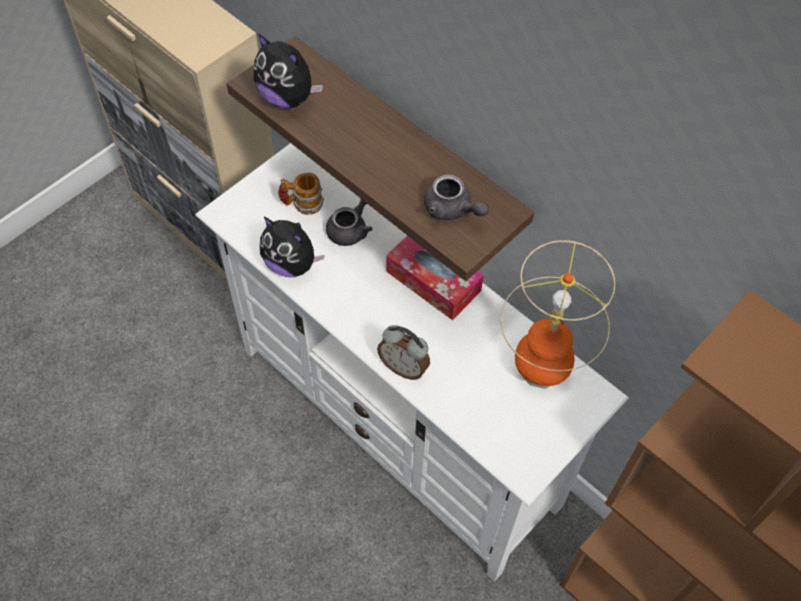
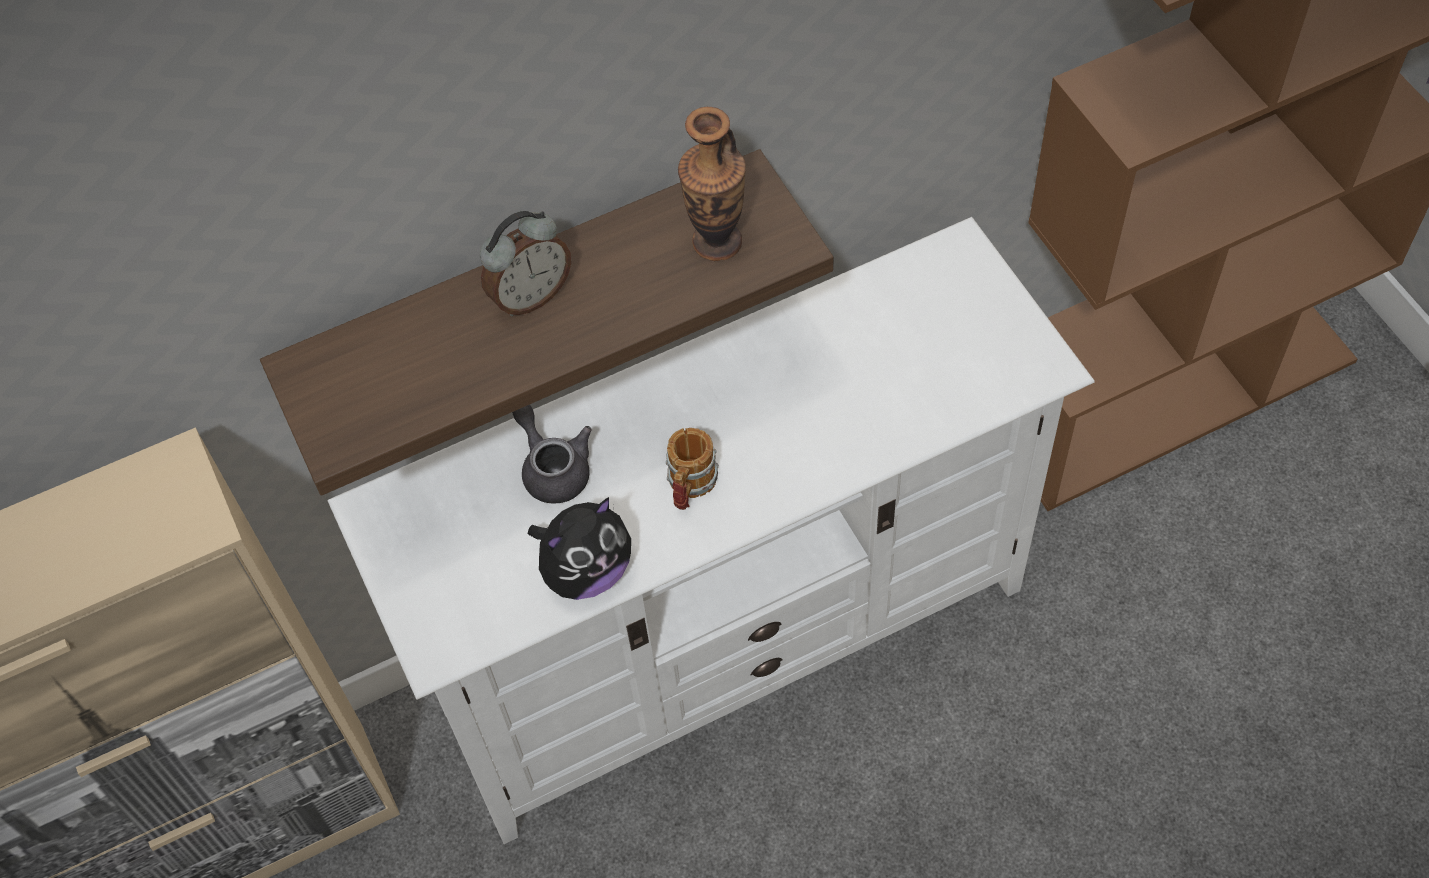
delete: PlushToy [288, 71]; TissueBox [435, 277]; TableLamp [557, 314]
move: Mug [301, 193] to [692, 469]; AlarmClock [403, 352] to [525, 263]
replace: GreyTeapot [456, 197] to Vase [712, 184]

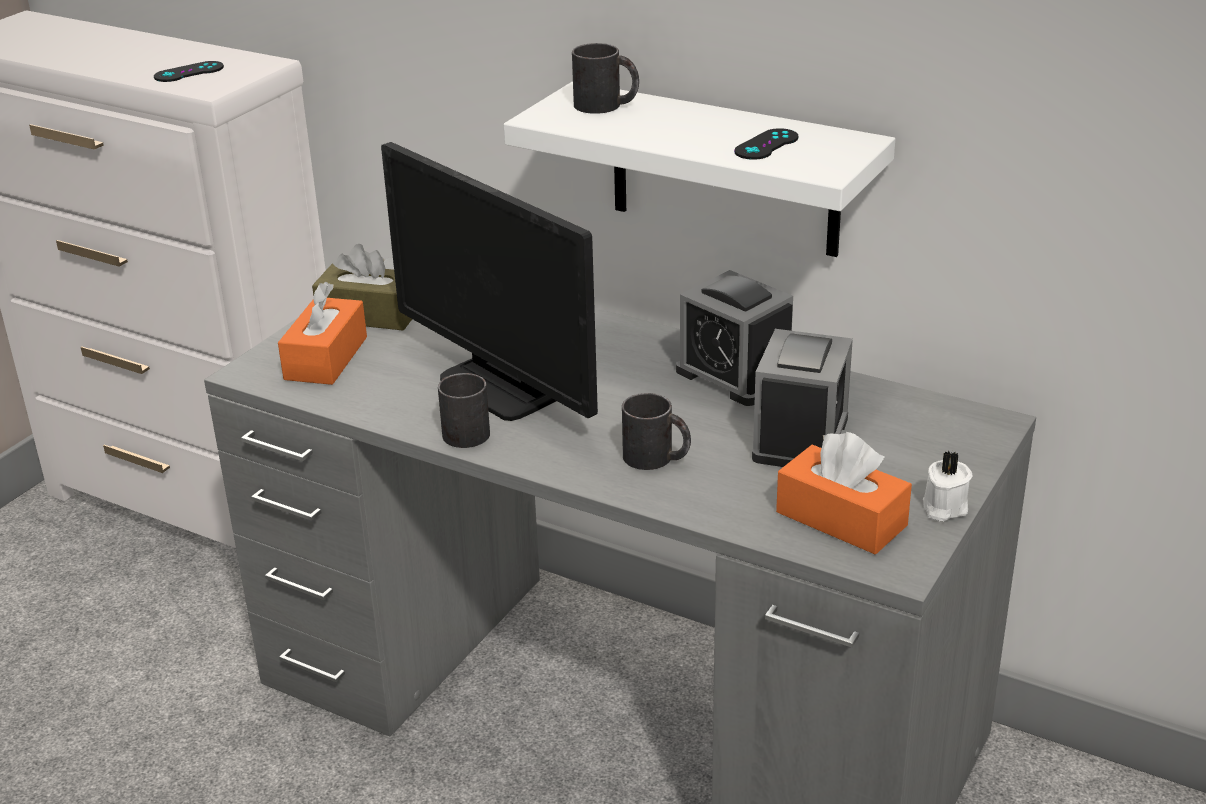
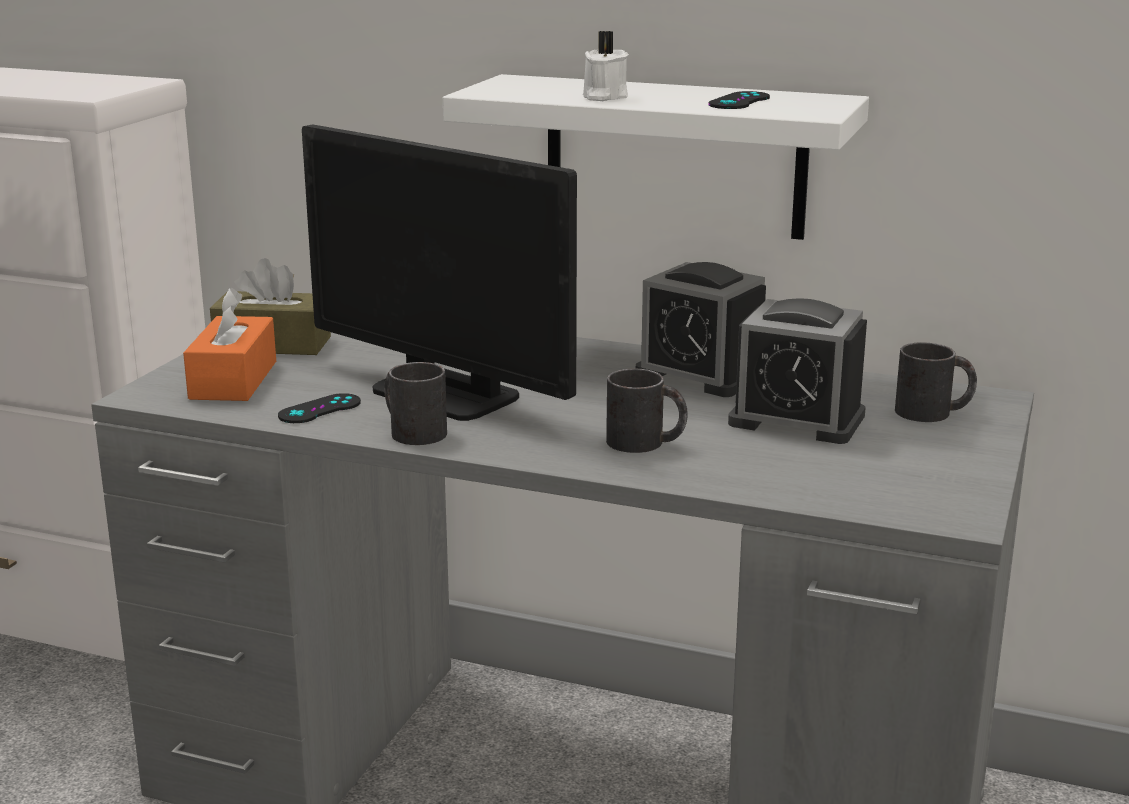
delete: OrangeTissueBox [844, 493]
move: BlackGameController [189, 71] to [319, 408]; BlackMug [605, 78] to [936, 382]; WhiteCandle [947, 486] to [606, 66]
rotate: AlarmClock [802, 398] = [797, 371] 105 degrees clockwise

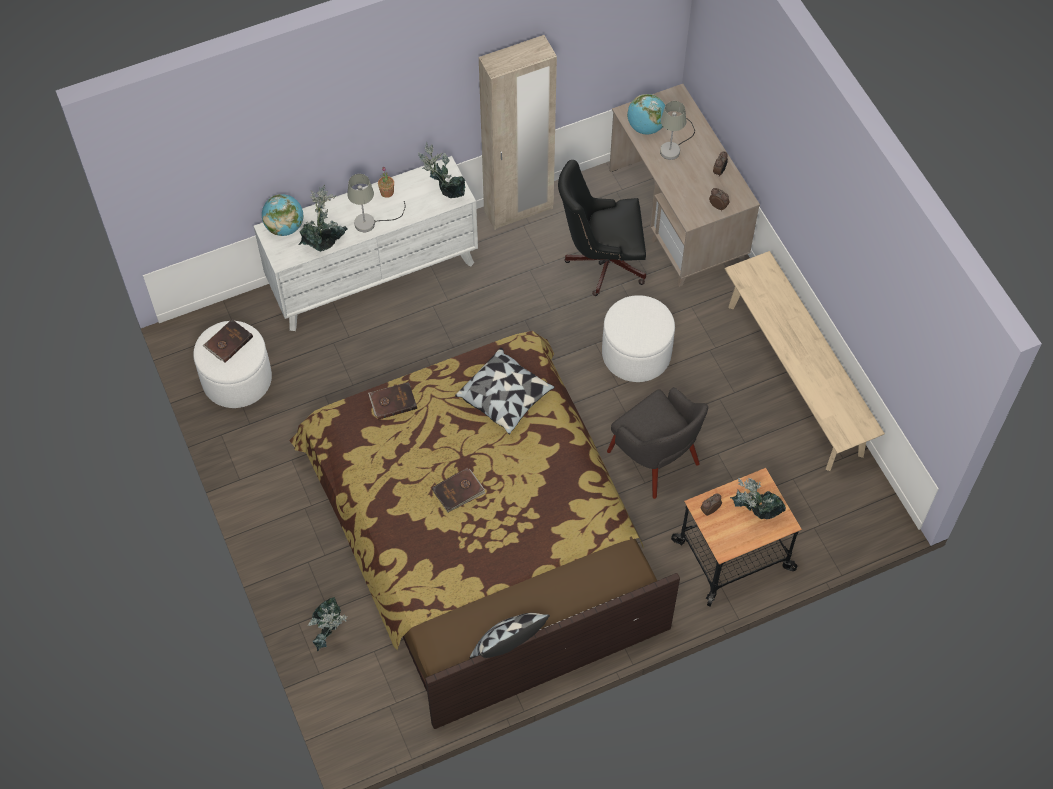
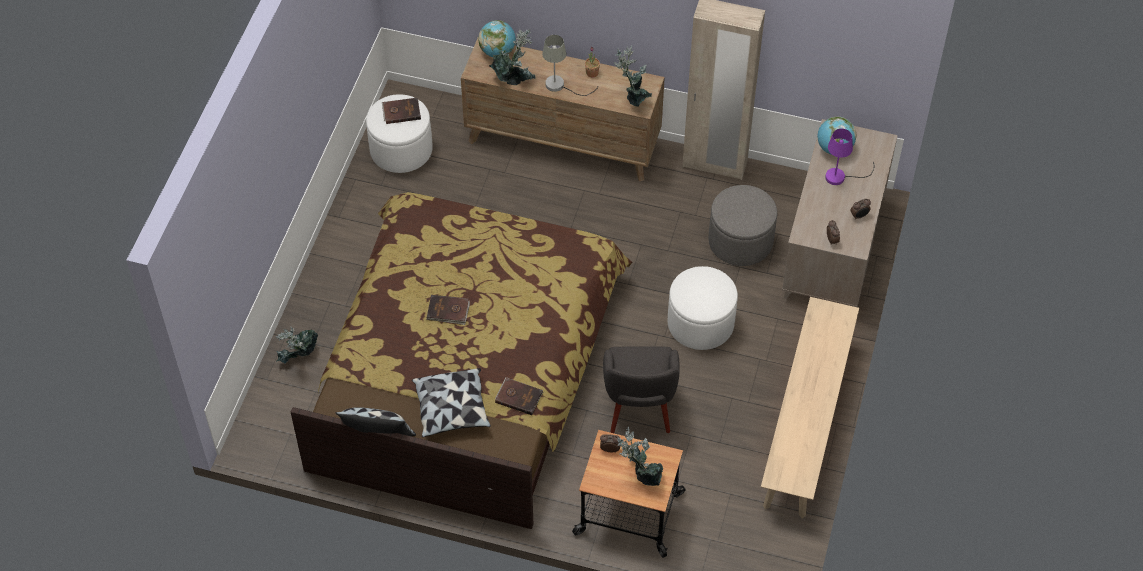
move: BrownBook [392, 401] to [519, 396]; Pillow [505, 391] to [451, 402]
replace: BlackOfficeChair [602, 228] to GreyOttoman [742, 225]
recolor: WhiteDresser [366, 243] to BrownDresser [563, 109]; GreyTableLamp [677, 130] to PurpleTableLamp [849, 157]

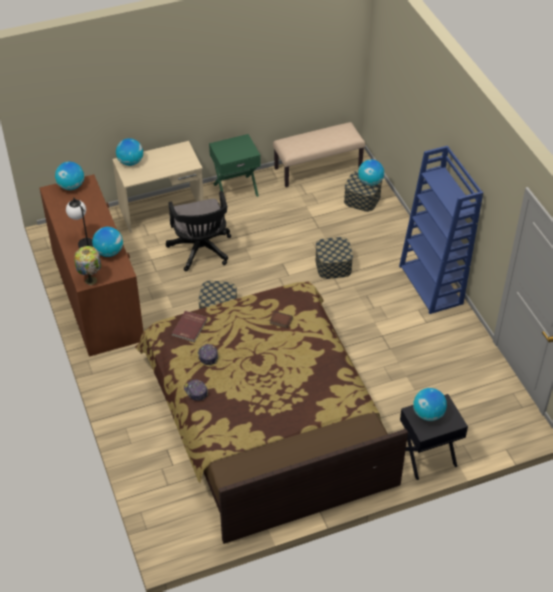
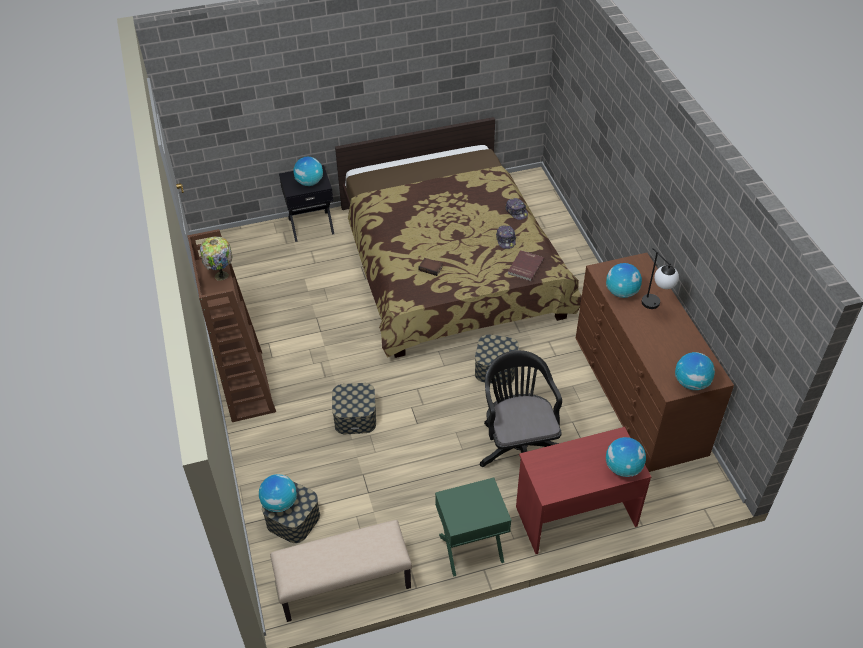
move: TableLamp [87, 265] to [216, 258]
recolor: BeigeDesk [158, 187] to RedDesk [583, 490]; BlueBookcase [441, 230] to BrownBookcase [231, 325]

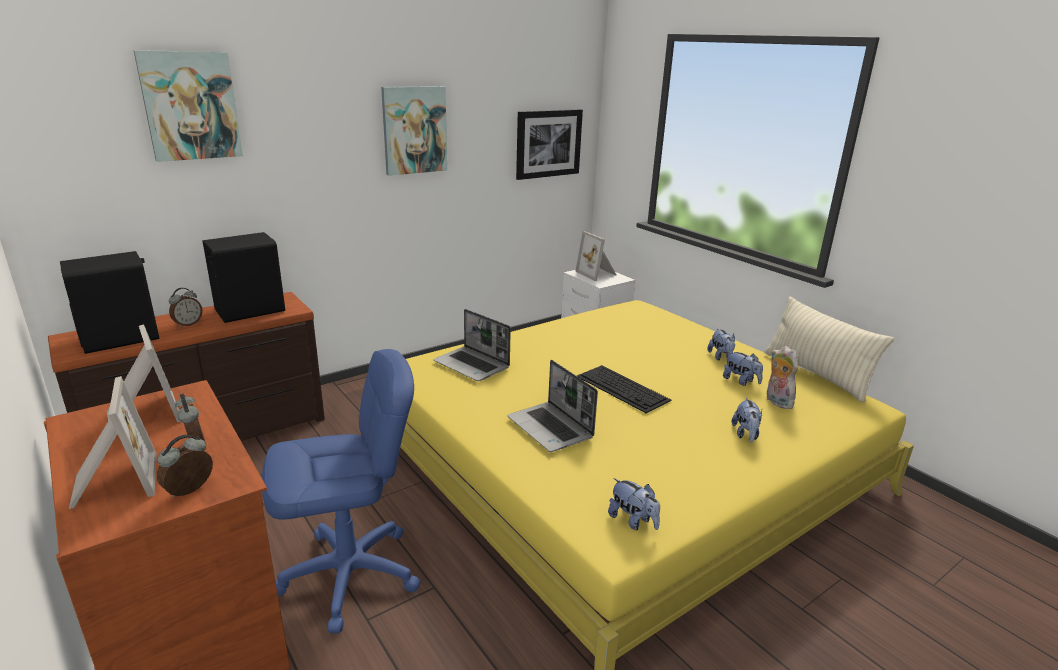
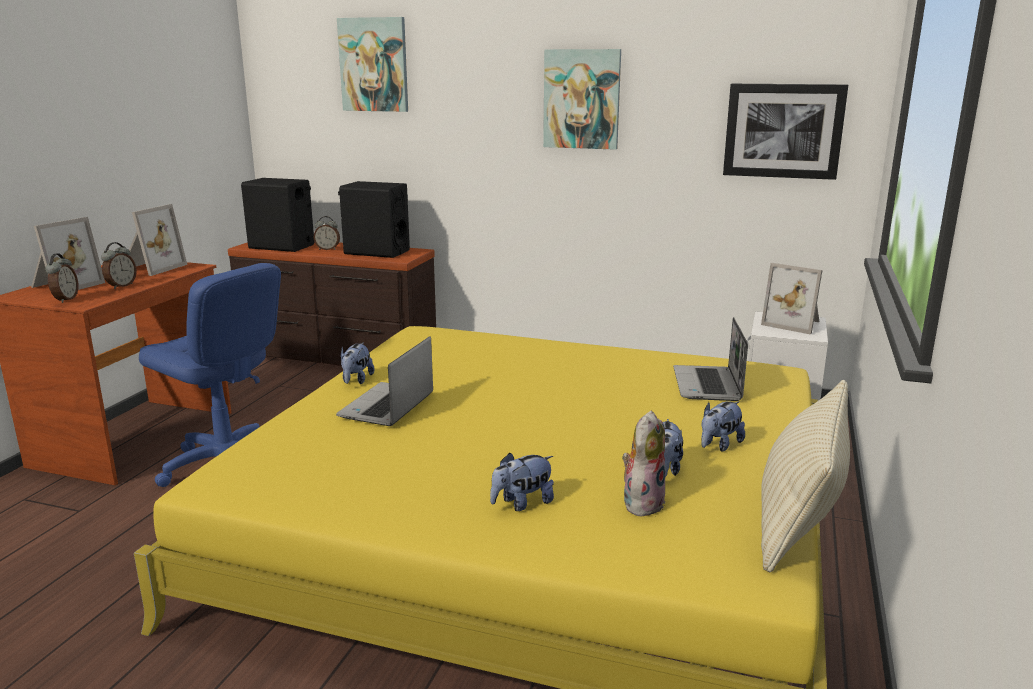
delete: Keyboard [624, 389]
move: Laptop [472, 345] to [710, 359]; PlushToy [634, 504] to [357, 363]
rotate: AlarmClock [185, 466] = [61, 278] 90 degrees clockwise; PictureFrame [596, 256] = [792, 299] 75 degrees counterclockwise

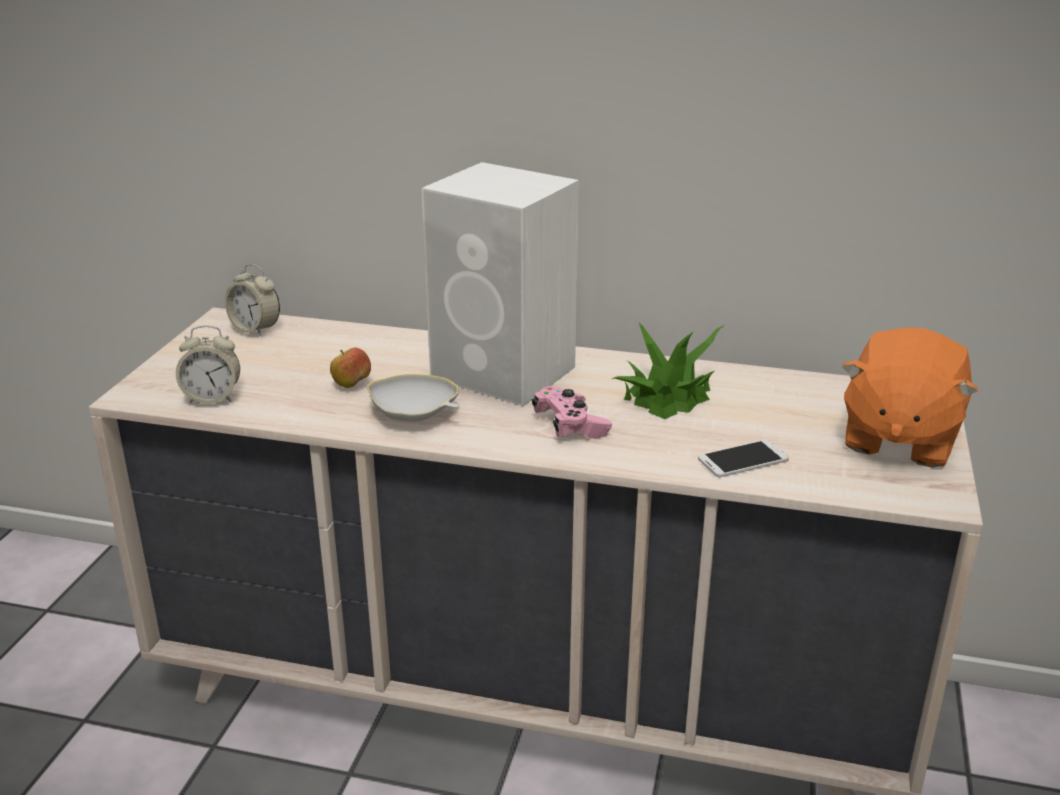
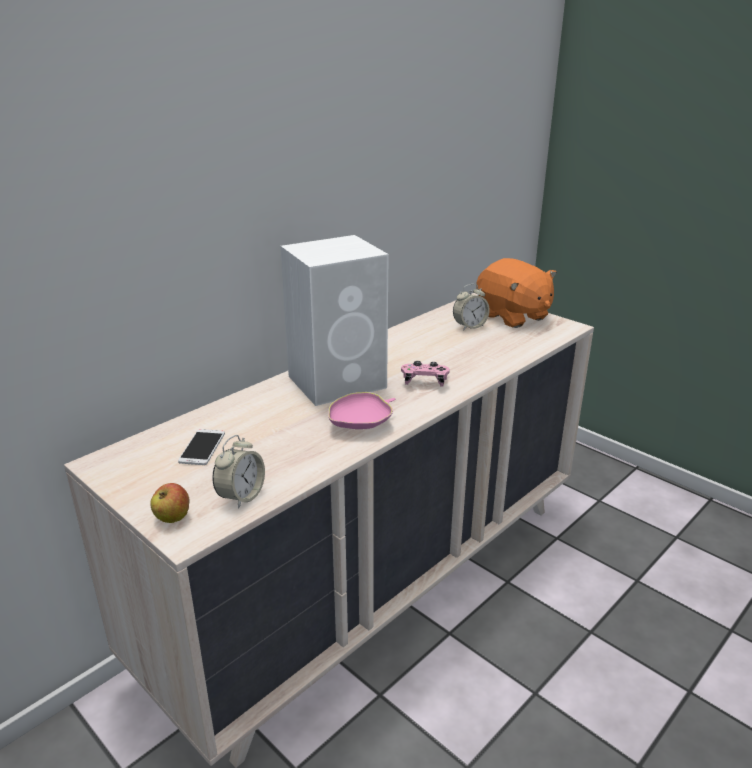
delete: PottedPlant [668, 371]
move: AlarmClock [252, 300] to [471, 307]; Apple [350, 368] to [170, 503]; Phone [743, 458] to [201, 447]
recolor: WhiteBowl [413, 398] to PinkBowl [361, 410]

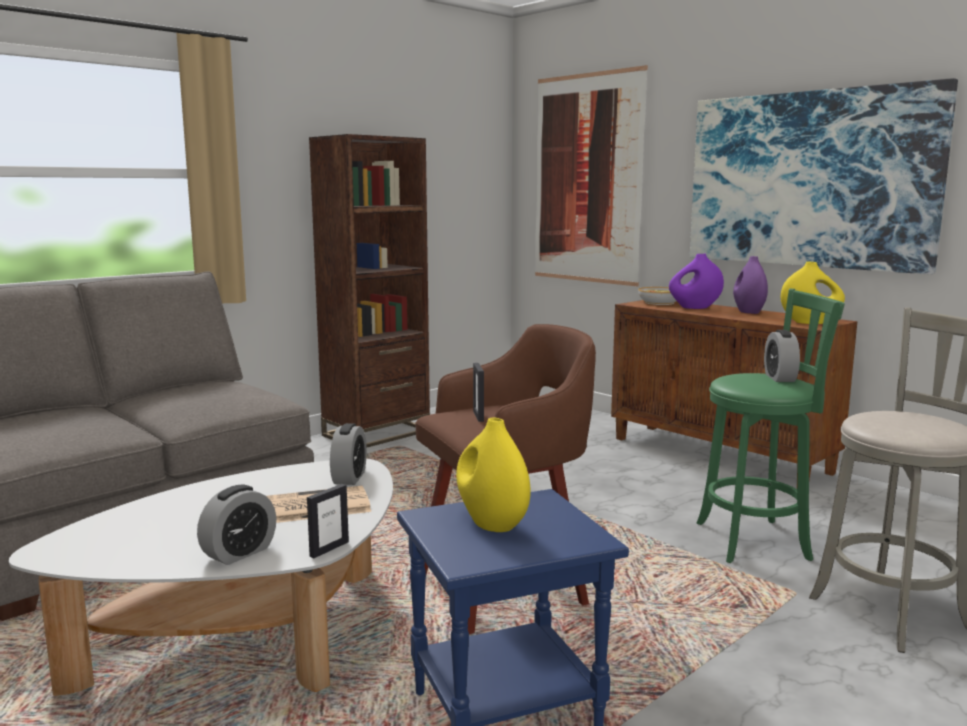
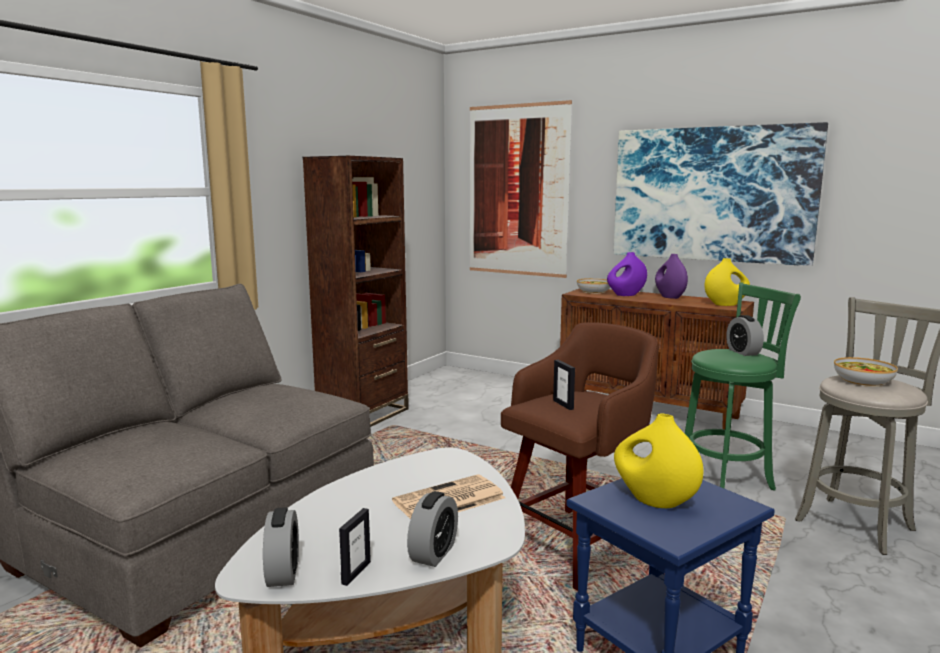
insert: Bowl [866, 372]
move: PictureFrame [328, 521] to [355, 547]; AlarmClock [348, 454] to [281, 547]

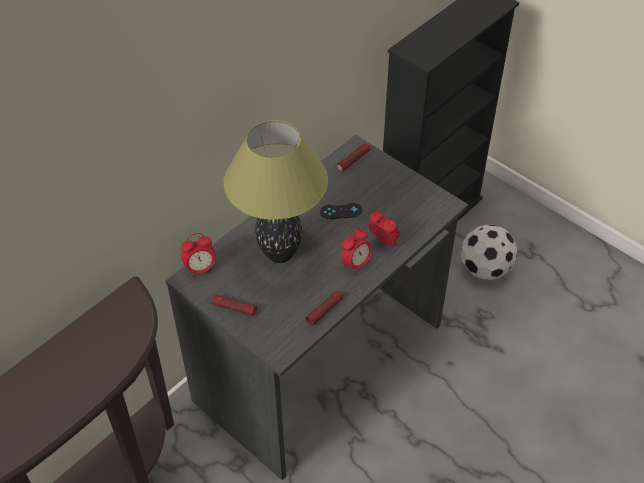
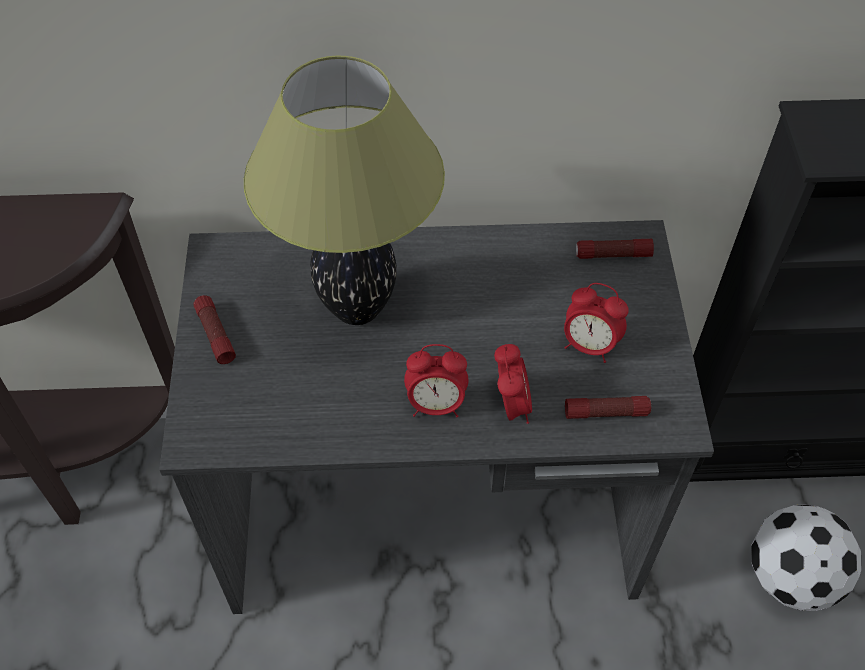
delete: BlackGameController [341, 211]
move: AlarmClock [198, 255] to [596, 323]; Flashlight [324, 308] to [608, 407]

